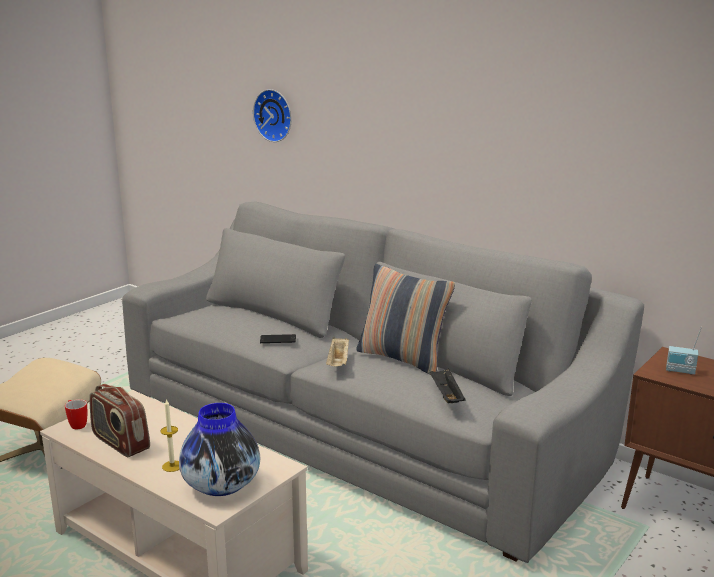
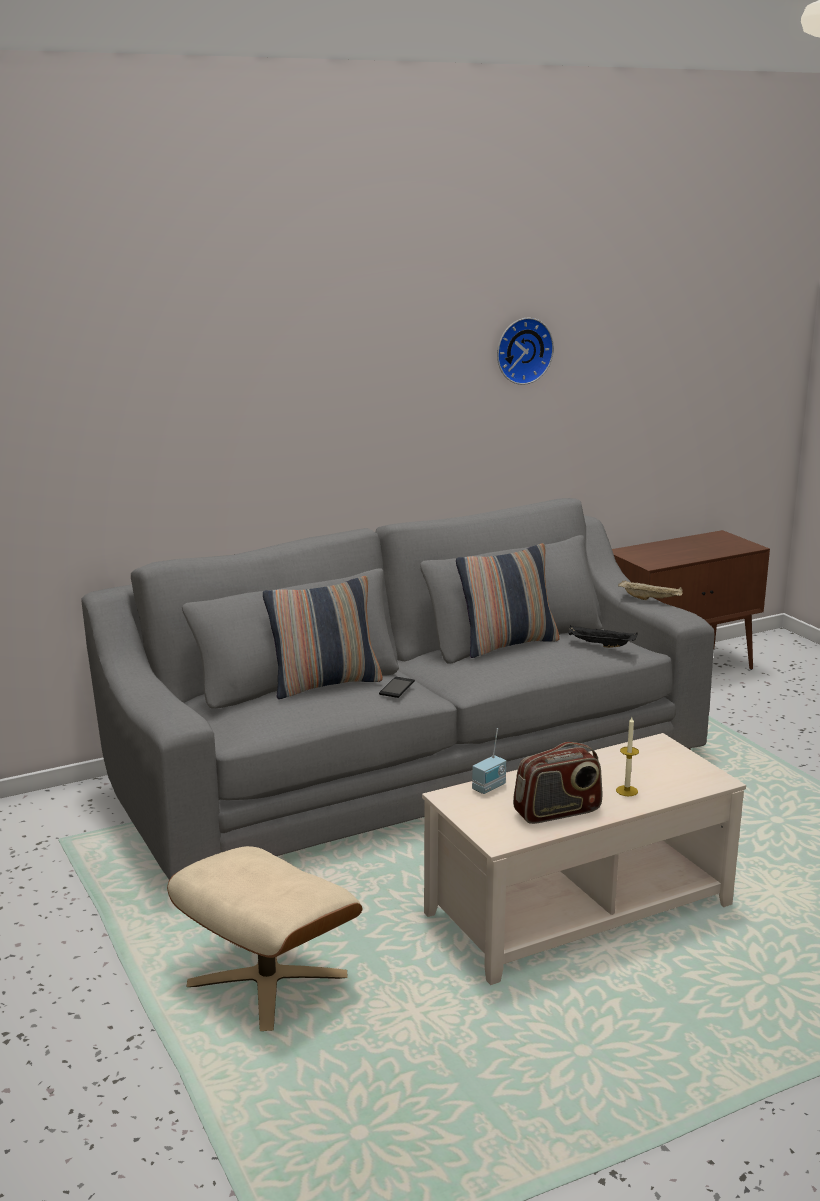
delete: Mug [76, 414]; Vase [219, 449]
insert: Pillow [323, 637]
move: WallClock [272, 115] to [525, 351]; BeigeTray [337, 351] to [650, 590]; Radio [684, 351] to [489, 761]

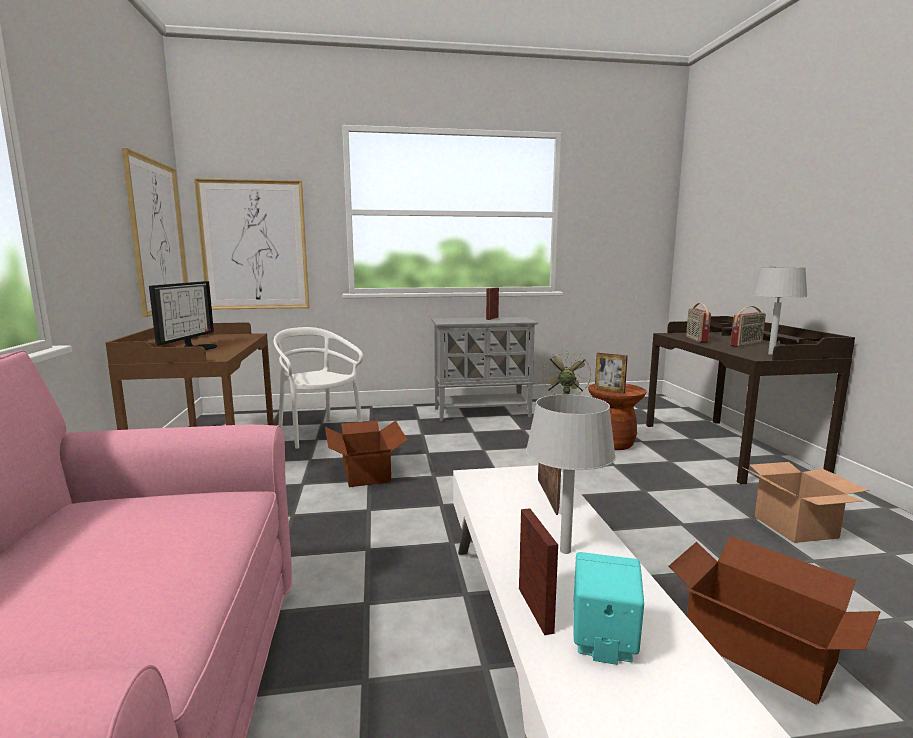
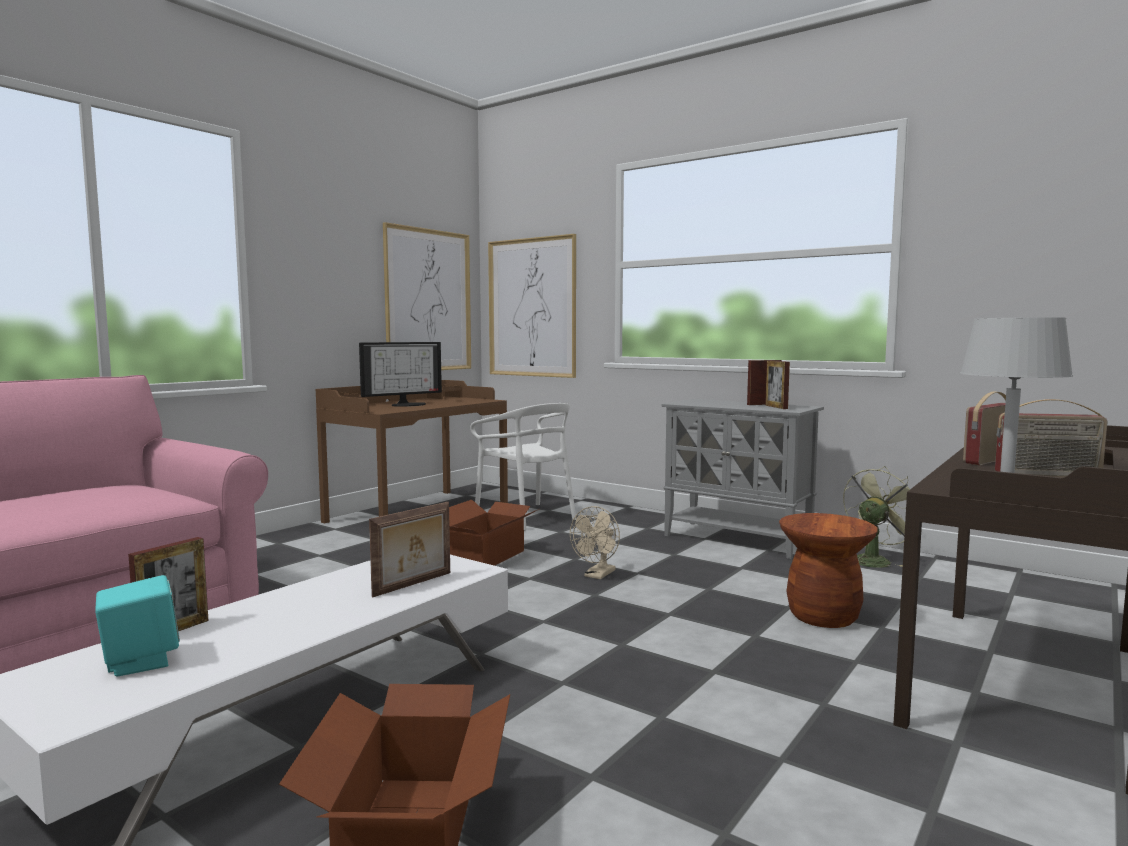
delete: GreyTableLamp [571, 474]; CardboardBox [805, 502]
insert: BeigeFan [595, 542]
move: PictureFrame [611, 373] to [777, 385]
rotate: WhiteChair [318, 388] = [523, 467] 135 degrees clockwise

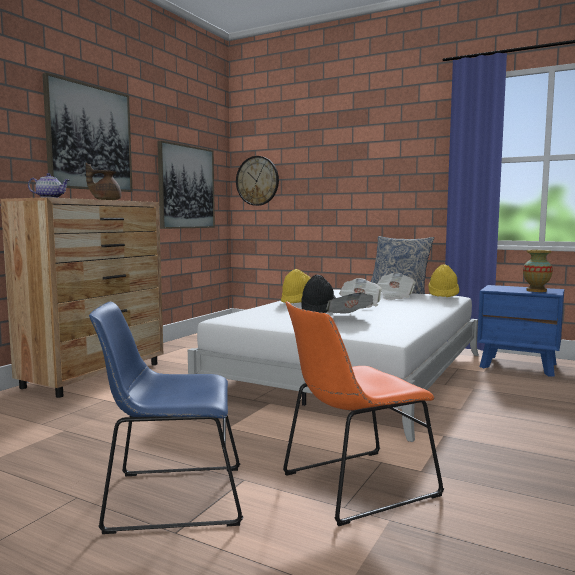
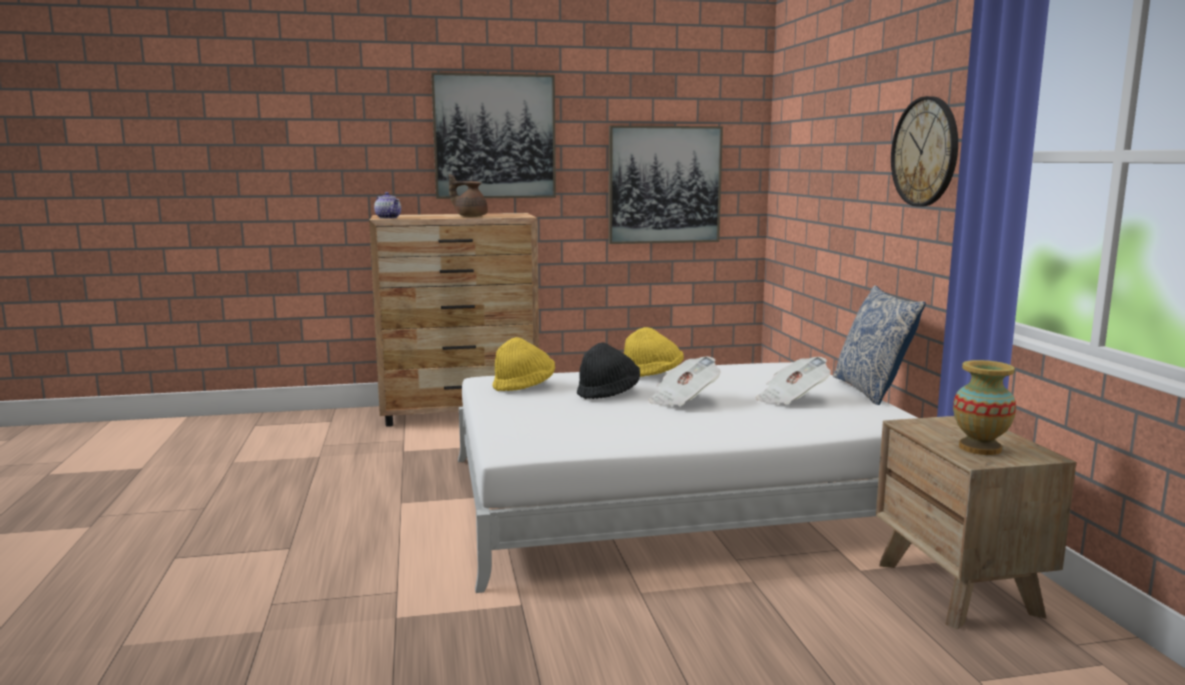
delete: BlueChair [166, 418]; OrangeChair [363, 413]; Newspaper [349, 303]
move: WallClock [257, 181] to [924, 151]; YellowHat [443, 280] to [524, 364]
recolor: BlueNightstand [520, 331] to BrownNightstand [976, 522]

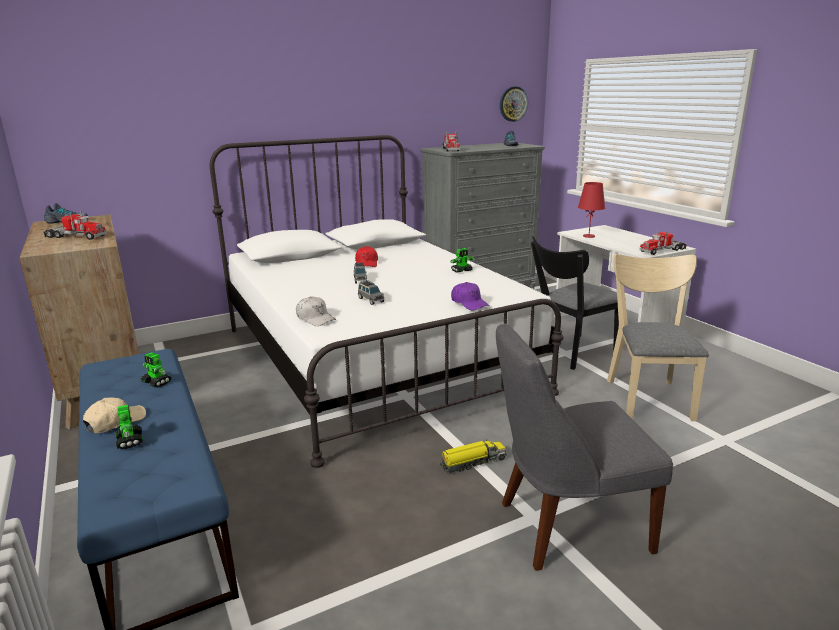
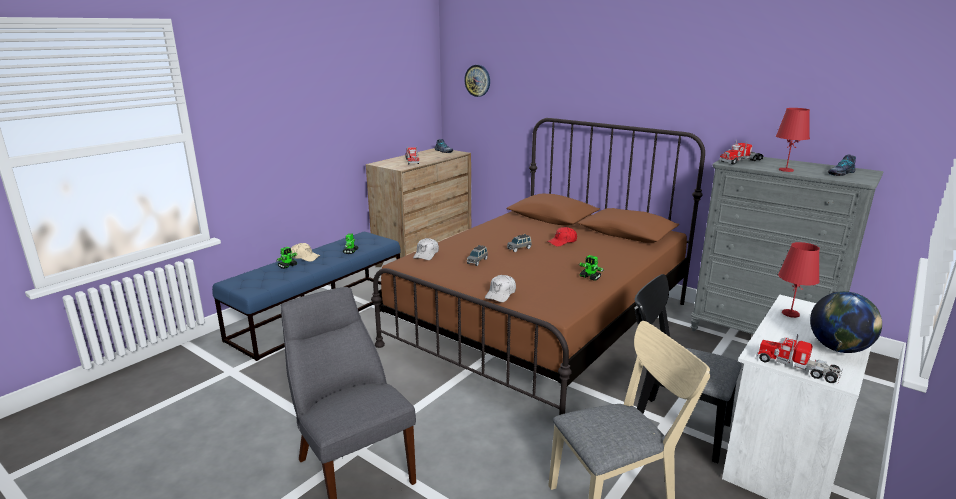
delete: ToyTruck [473, 456]
insert: RedTableLamp [793, 140]; Globe [846, 322]
move: WallClock [514, 104] to [477, 81]
recolor: WhiteBed [387, 301] to BrownBed [538, 266]; PurpleCap [470, 296] to WhiteCap [500, 288]

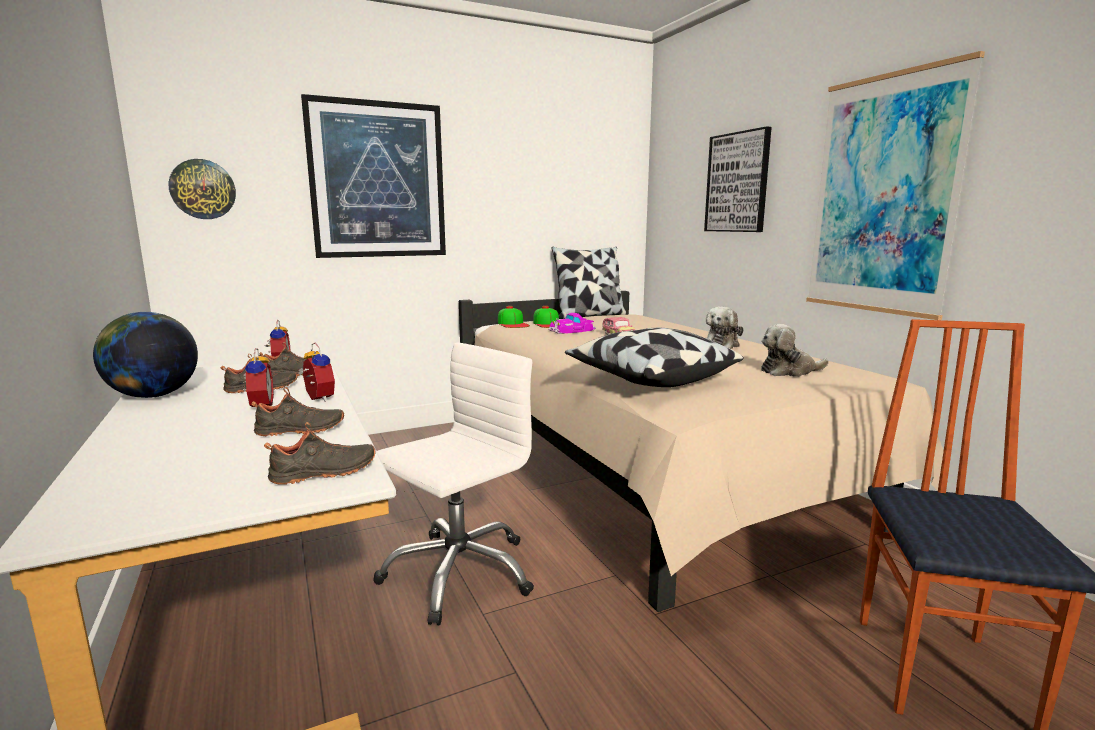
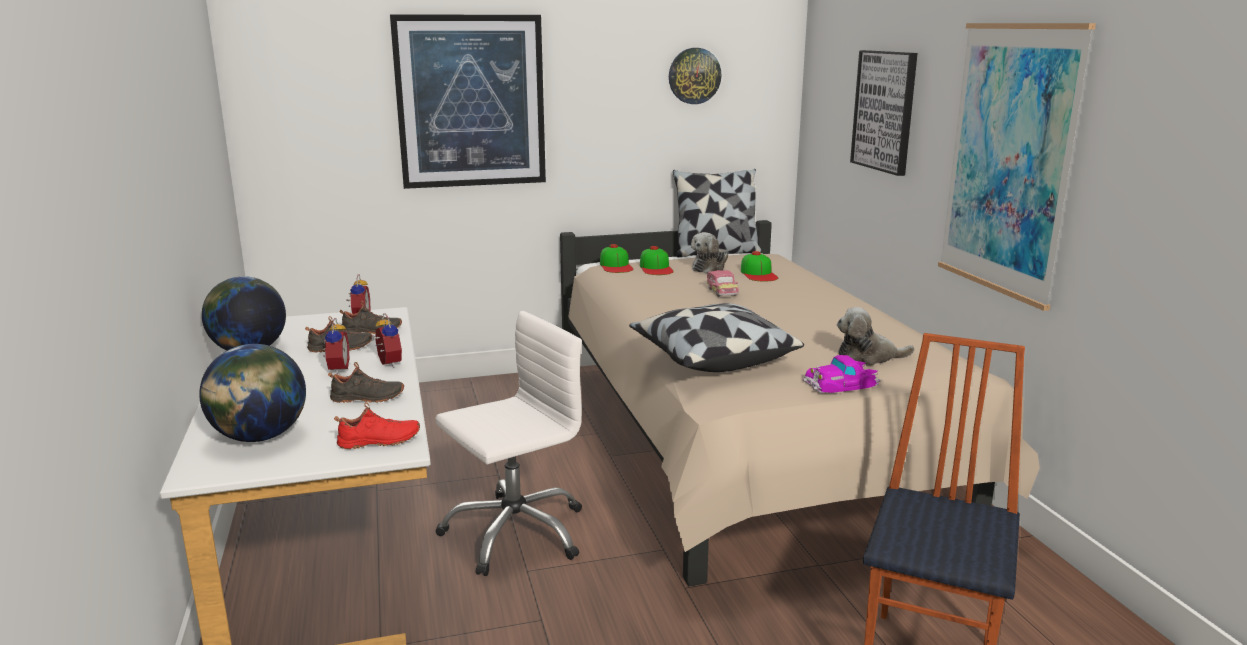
insert: Globe [252, 393]; Cap [759, 266]
move: WallClock [202, 189] to [695, 76]; ToyCar [572, 323] to [842, 374]; PlushToy [724, 327] to [709, 252]
recolor: BlackShoe [320, 453] to RedShoe [377, 425]

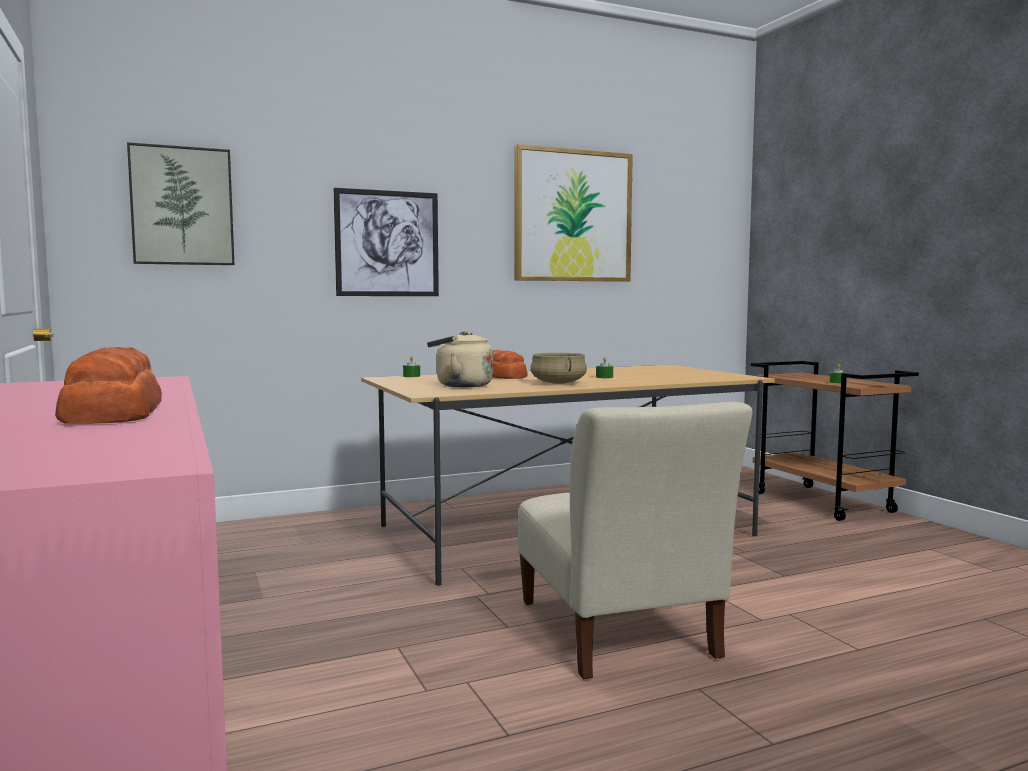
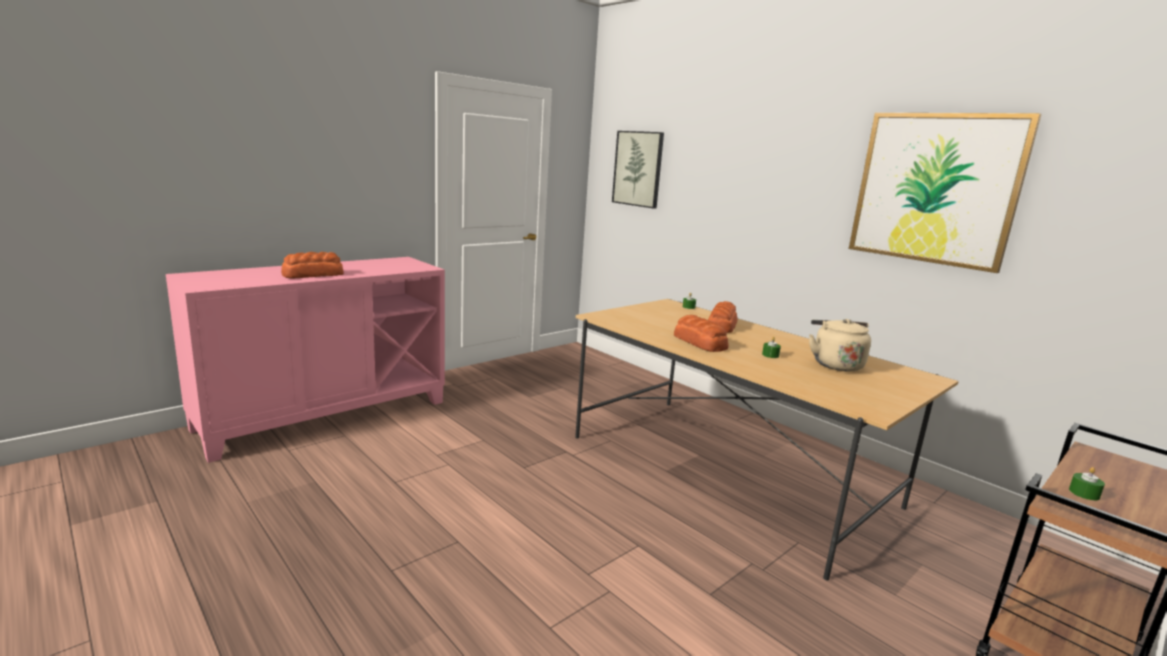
delete: Picture [386, 242]; BeigeChair [635, 540]
move: BeigeKettle [460, 359] to [840, 345]
replace: BeigeCookingPot [558, 368] to Bread [701, 333]

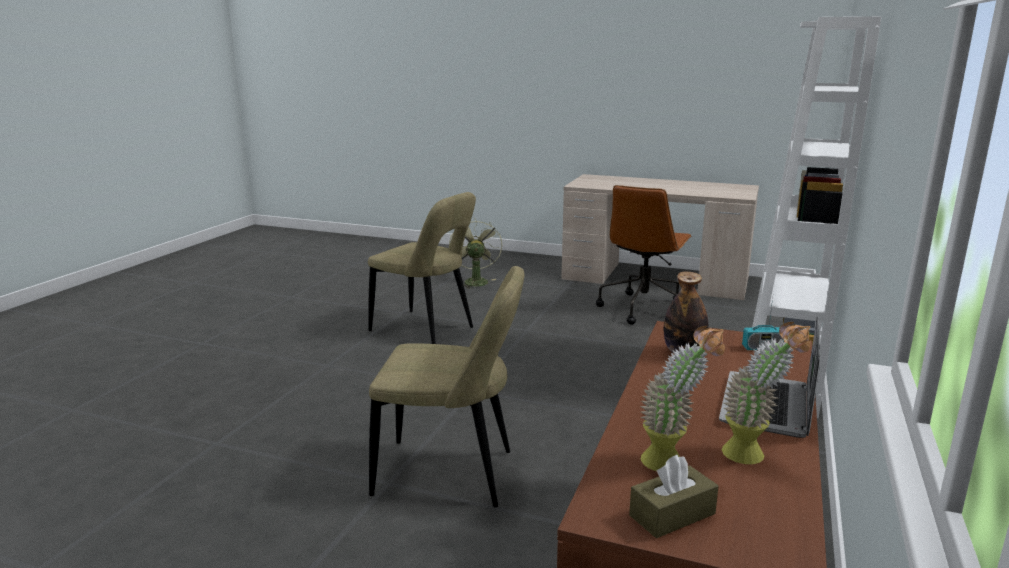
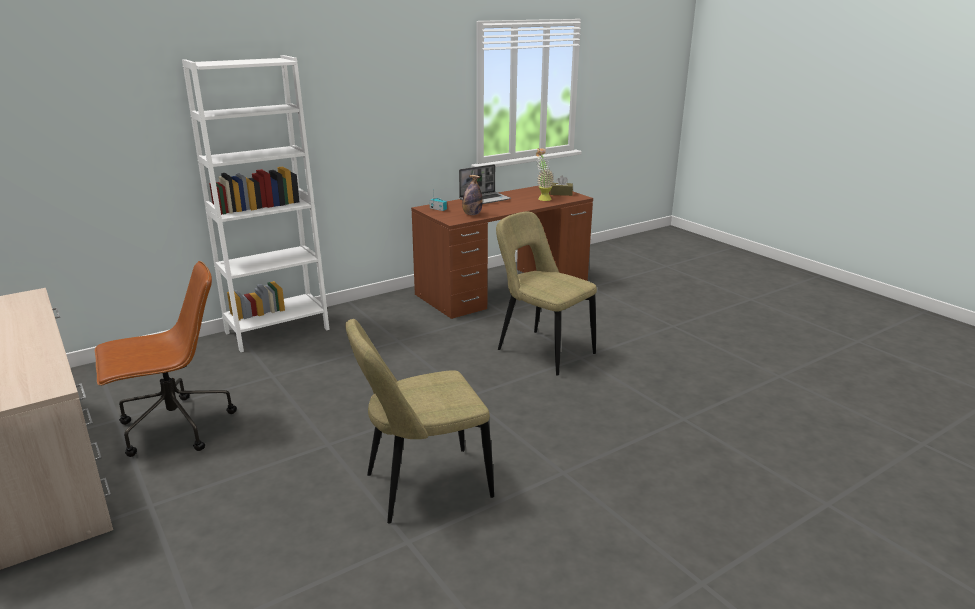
delete: GreenFan [475, 254]; PottedPlant [766, 393]
rotate: BeigeChair [422, 268] = [419, 421] 90 degrees counterclockwise

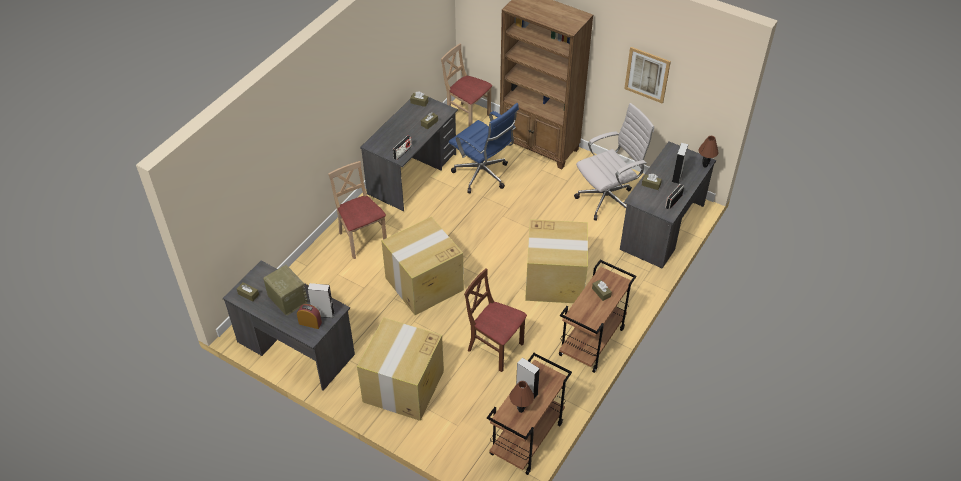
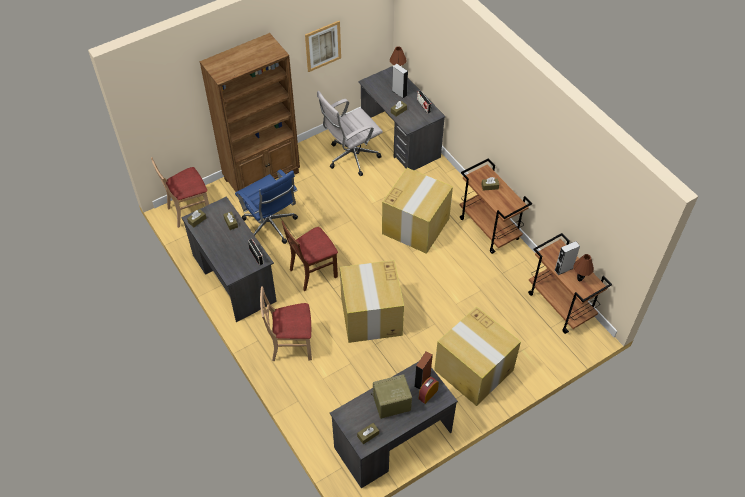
move: BrownChair [495, 320] to [309, 256]
recolor: GreySpeaker [321, 300] to BrownSpeaker [423, 371]
rotate: BlueOfficeChair [484, 148] = [266, 206] 75 degrees clockwise; WhiteOfficeChair [614, 161] = [350, 133] 120 degrees counterclockwise

